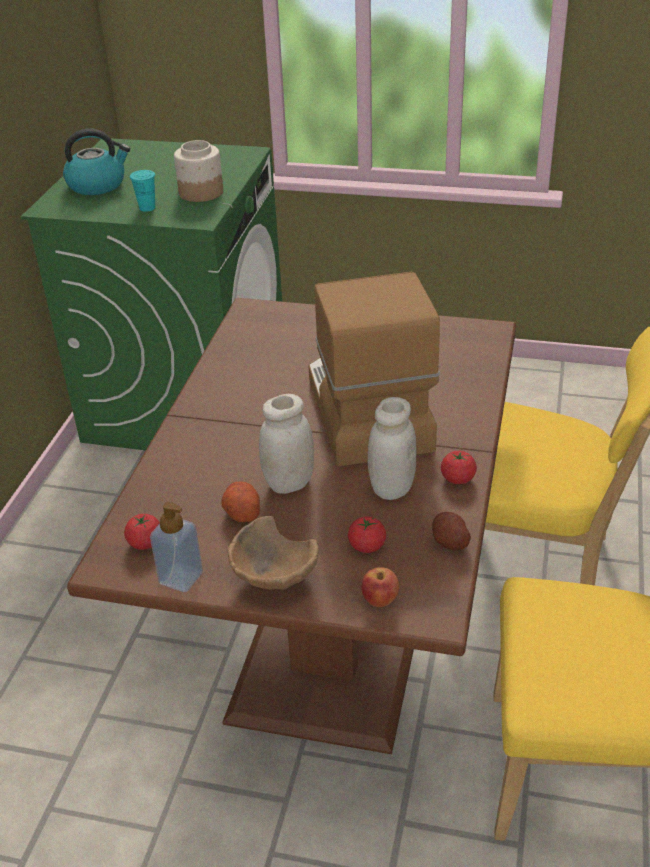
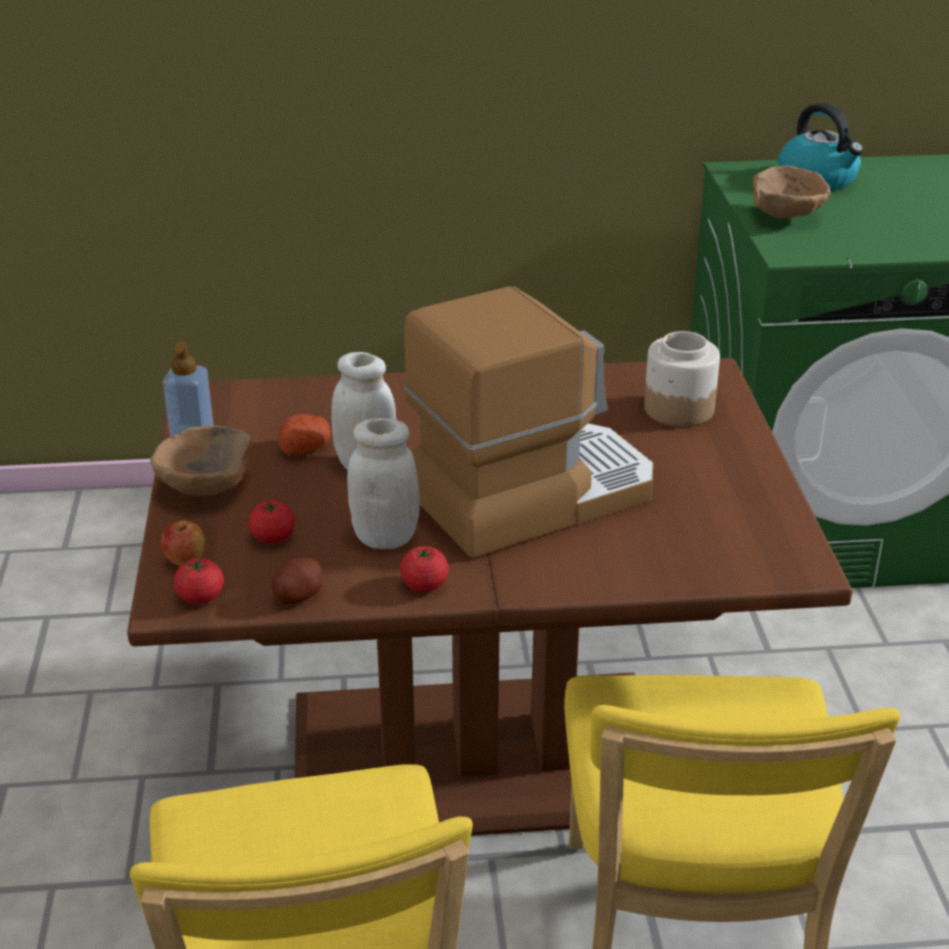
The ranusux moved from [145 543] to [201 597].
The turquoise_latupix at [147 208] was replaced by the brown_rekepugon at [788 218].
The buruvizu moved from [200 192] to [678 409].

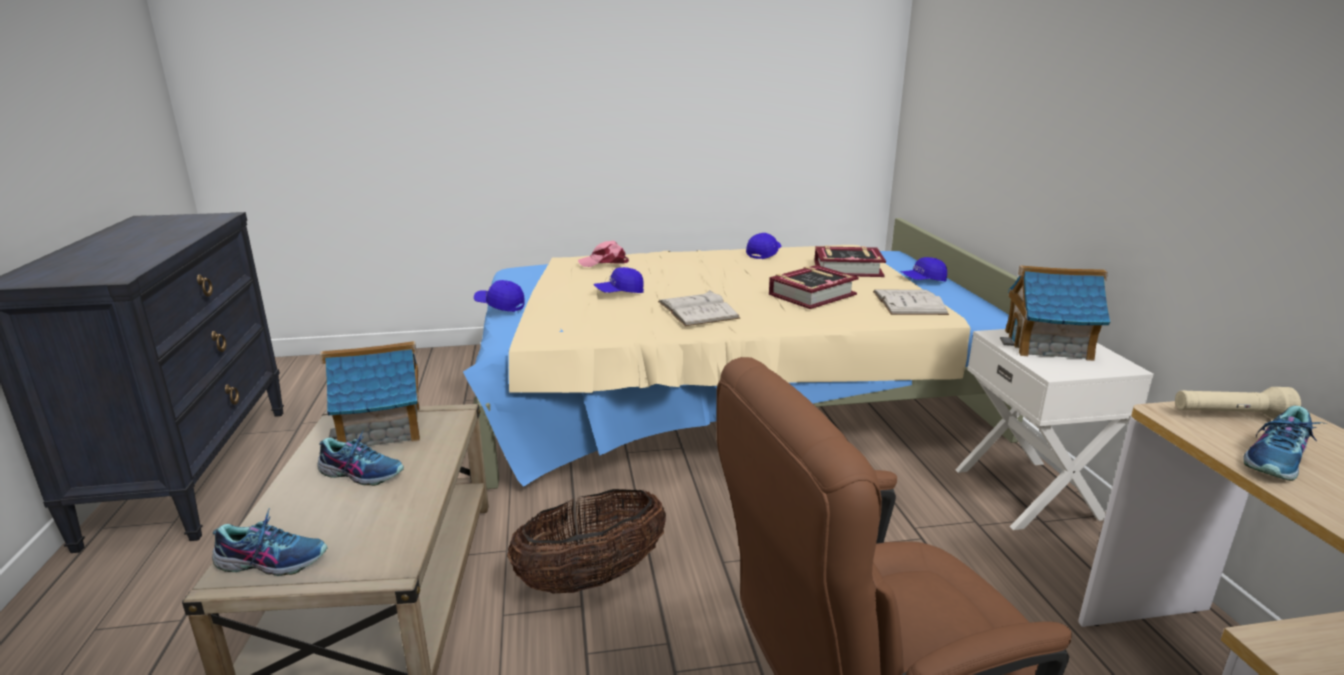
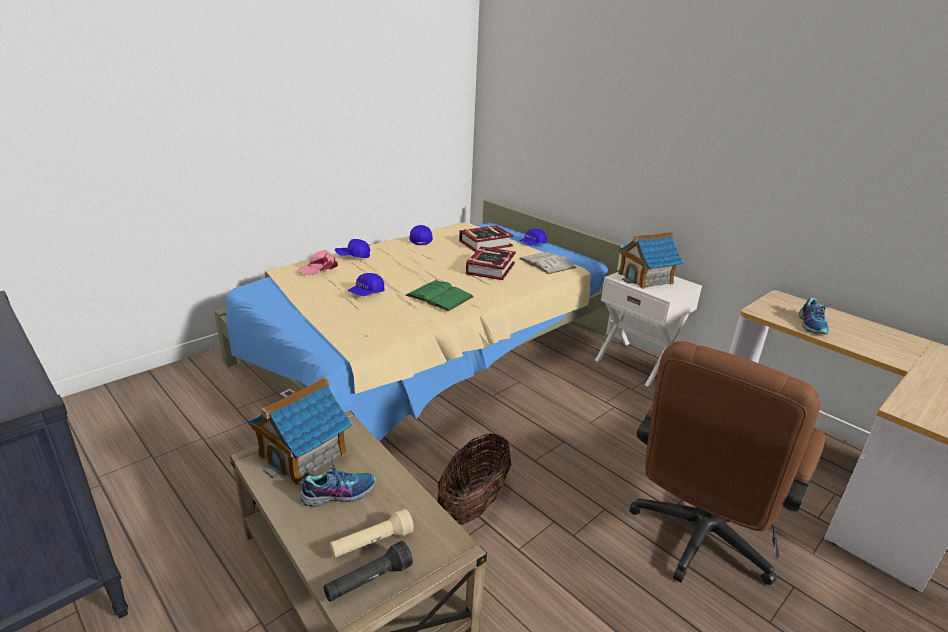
The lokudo at [272 560] was replaced by the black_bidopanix at [368 581].
The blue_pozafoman moved from [500 306] to [353 256].
The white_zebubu at [697 310] became the green_zebubu at [439 296].
The beige_bidopanix moved from [1230 415] to [372 543].

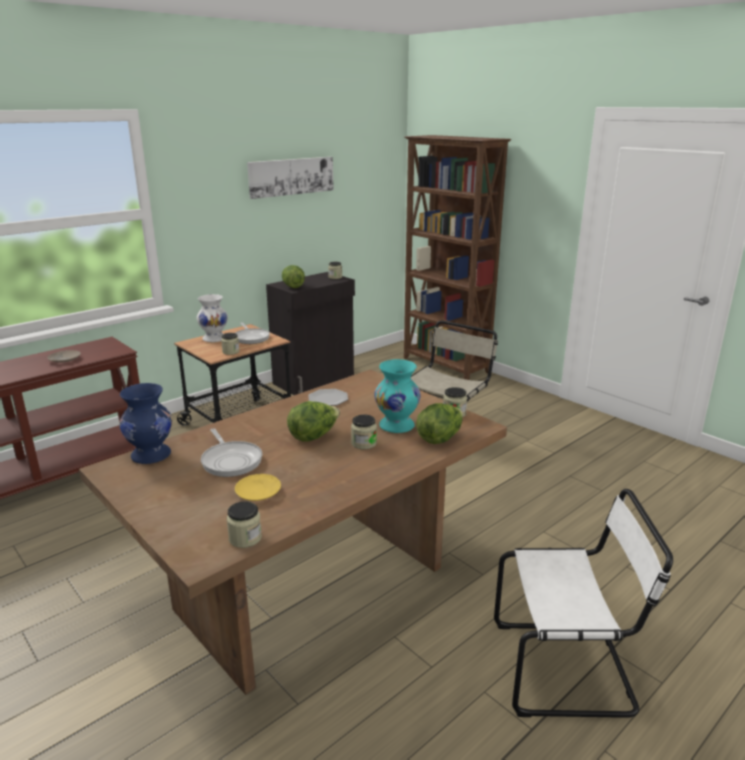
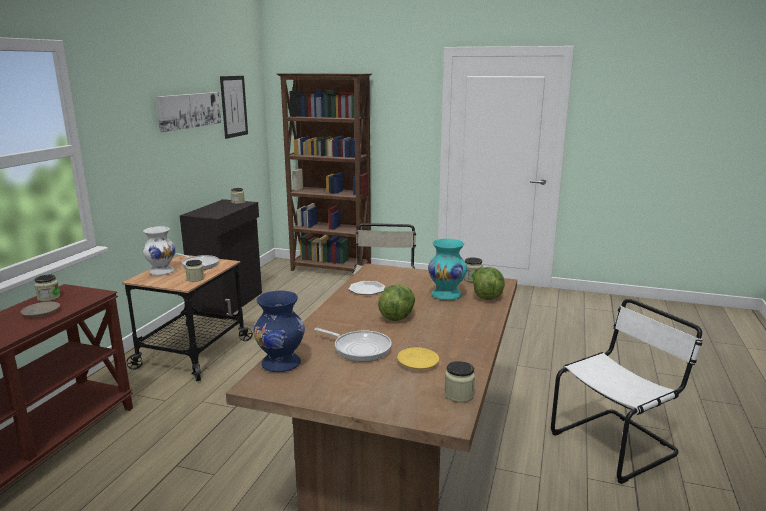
The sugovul at [292 286] disappeared.
The buruvizu moved from [364 443] to [49 298].
The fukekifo at [234 106] appeared.

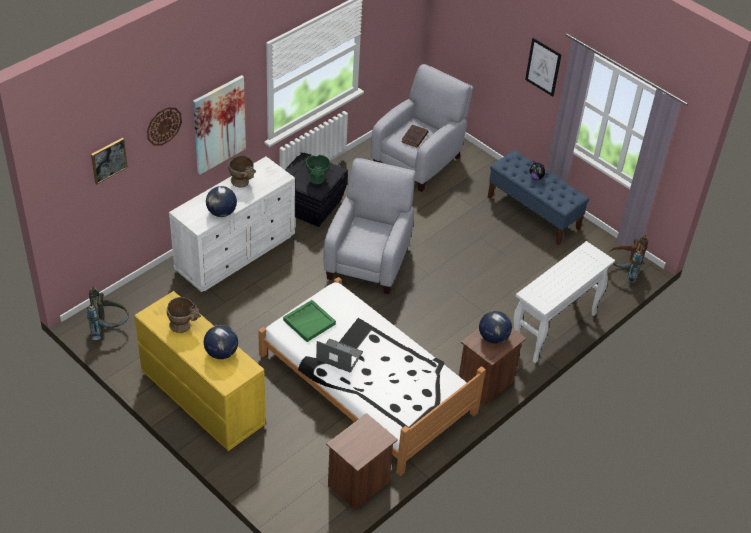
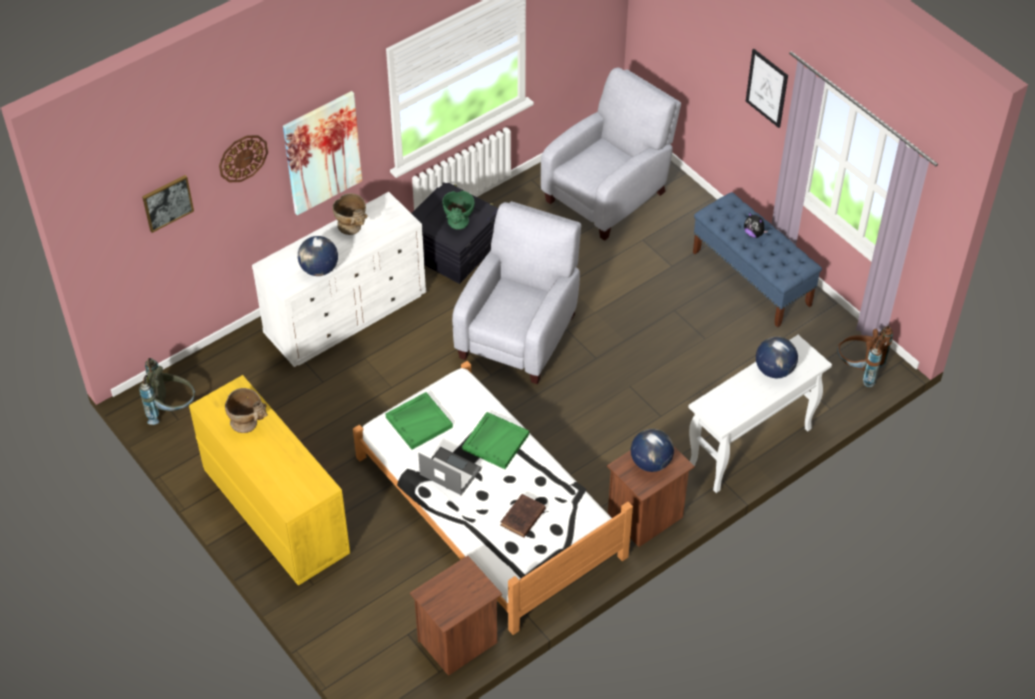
The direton moved from [221 353] to [774 370].
The brown_zebubu moved from [414 138] to [522 518].
The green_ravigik at [495 441] appeared.

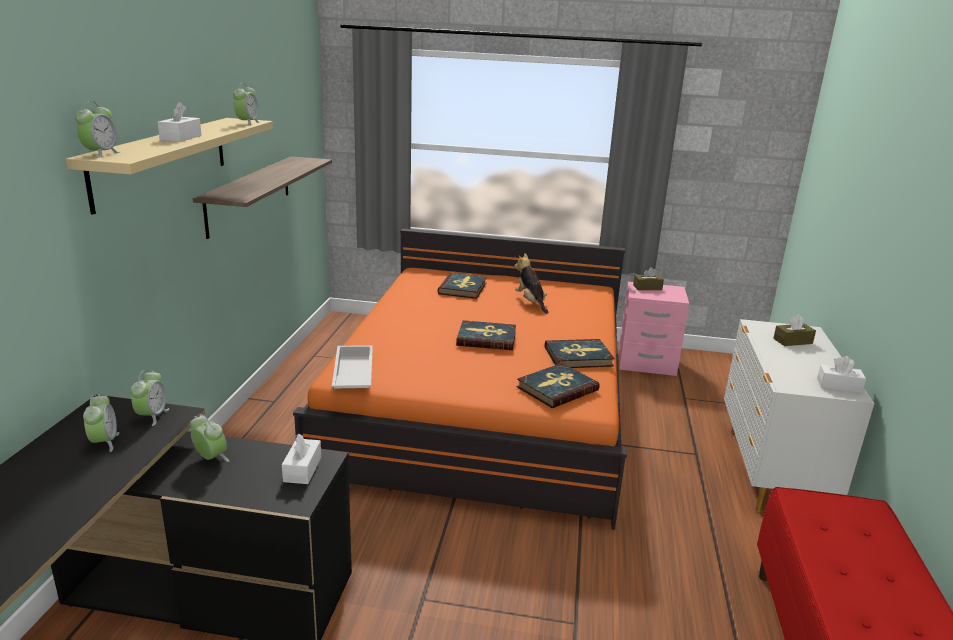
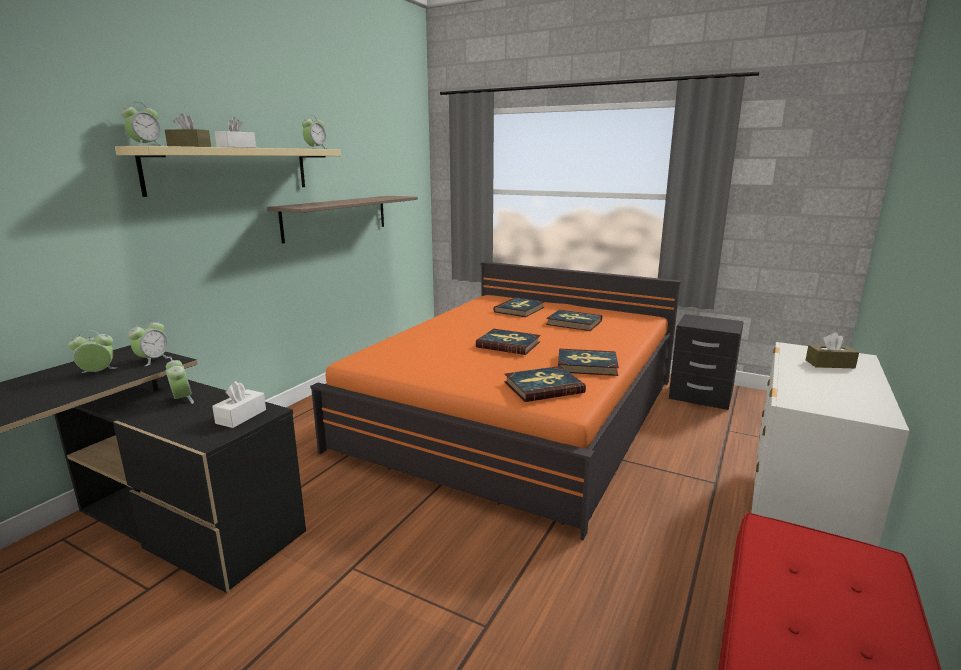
The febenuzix at [104 442] turned 120 degrees counterclockwise.
The white_ravigik at [352 374] disappeared.
The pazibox at [530 302] was replaced by the zebubu at [574 323].
The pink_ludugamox at [646 363] became the black_ludugamox at [700 396].
The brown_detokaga moved from [647 287] to [189 146].
The white_detokaga at [839 386] disappeared.

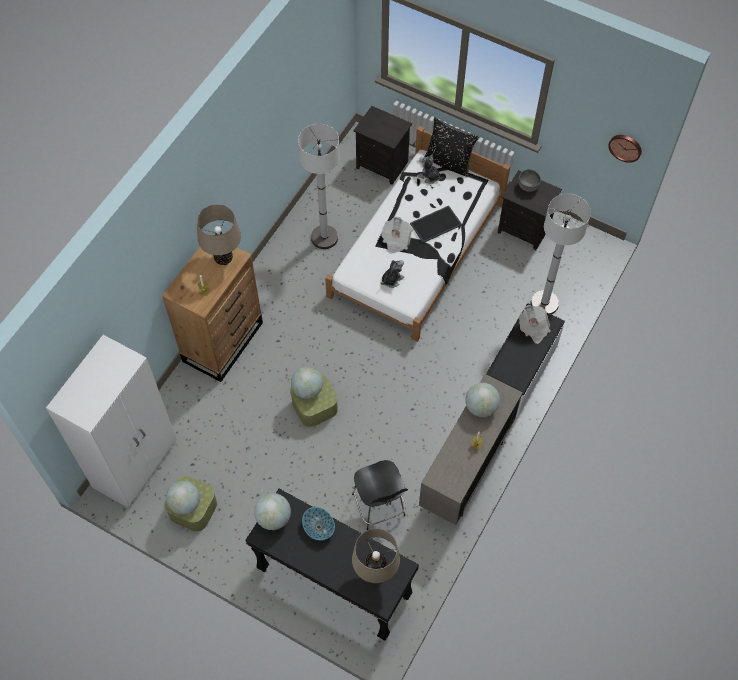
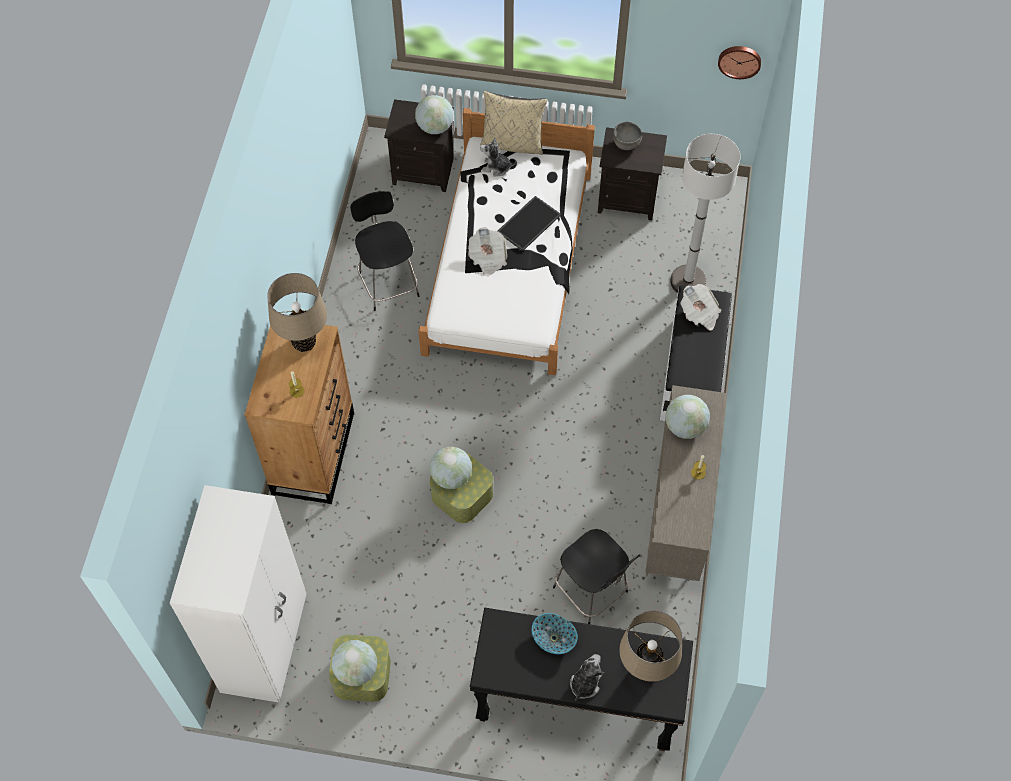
The direton moved from [273 518] to [435 127].
The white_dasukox at [324 237] was replaced by the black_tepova at [388 283].
The pazibox moved from [391 279] to [585 683].
The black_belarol at [449 162] became the beige_belarol at [513 143].

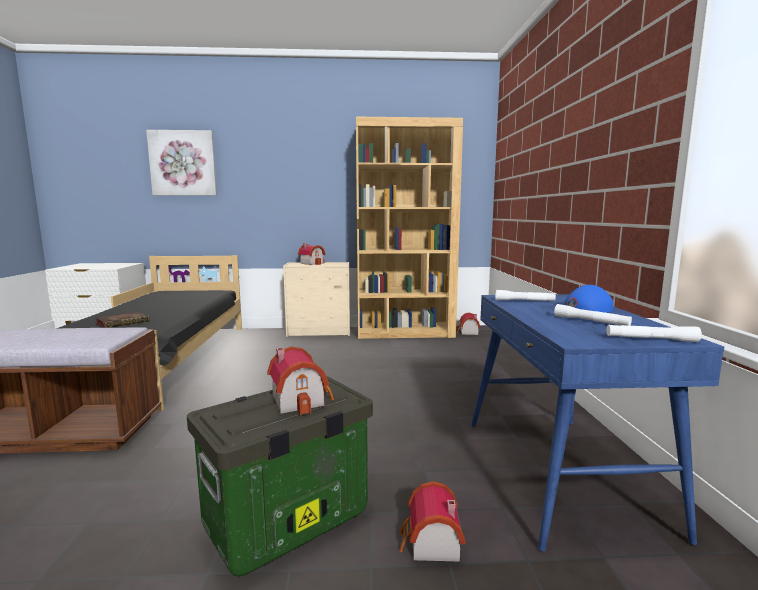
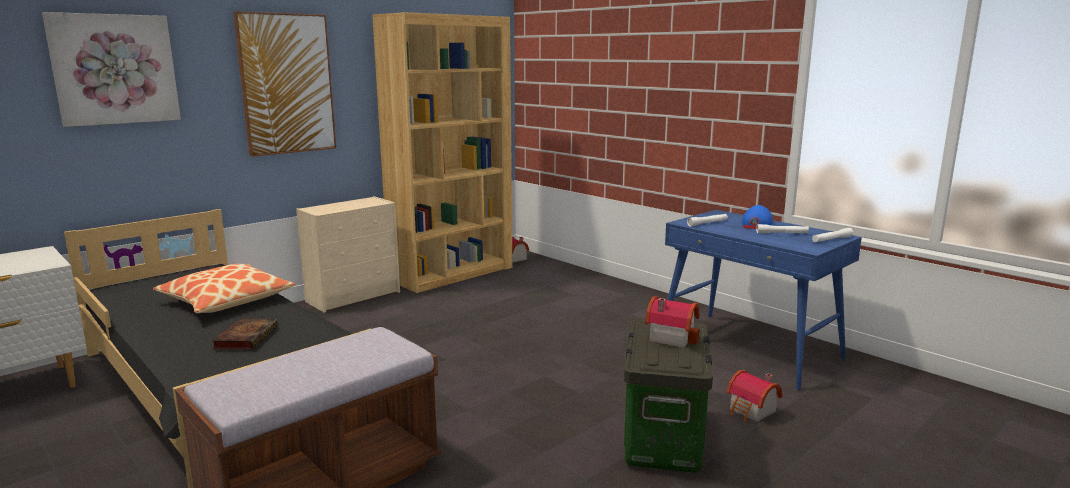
The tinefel at [312 263] disappeared.
The belarol at [227 300] appeared.
The fukekifo at [287 84] appeared.

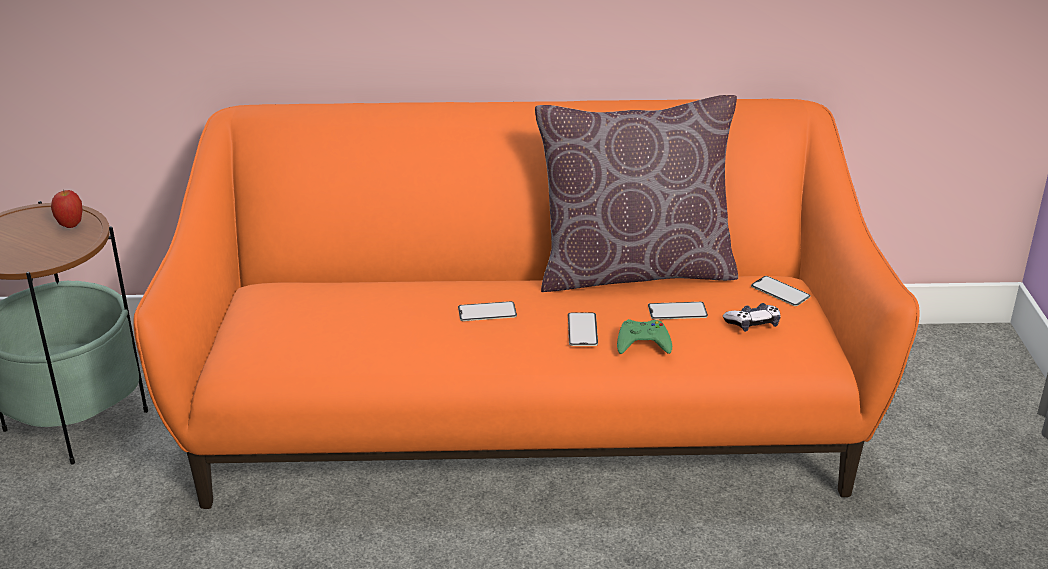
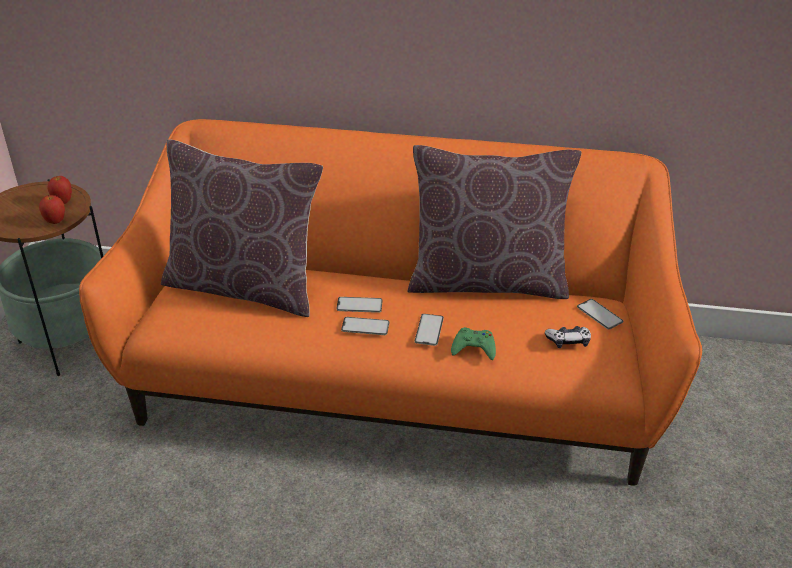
The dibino moved from [677 311] to [365 326].
The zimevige at [55 222] appeared.
The brown_belarol at [244 287] appeared.

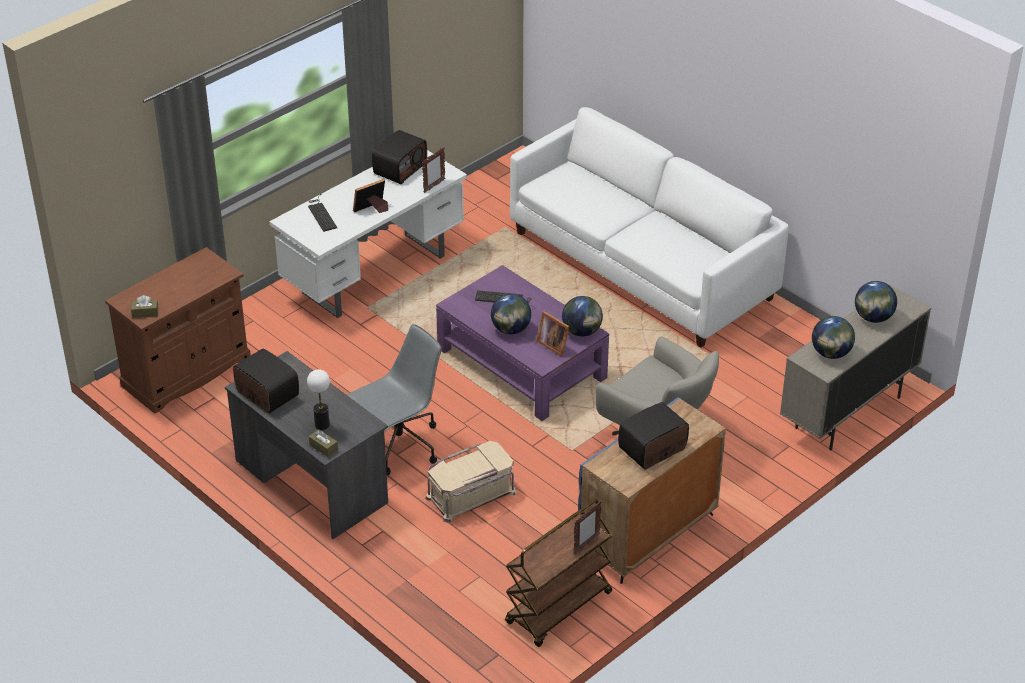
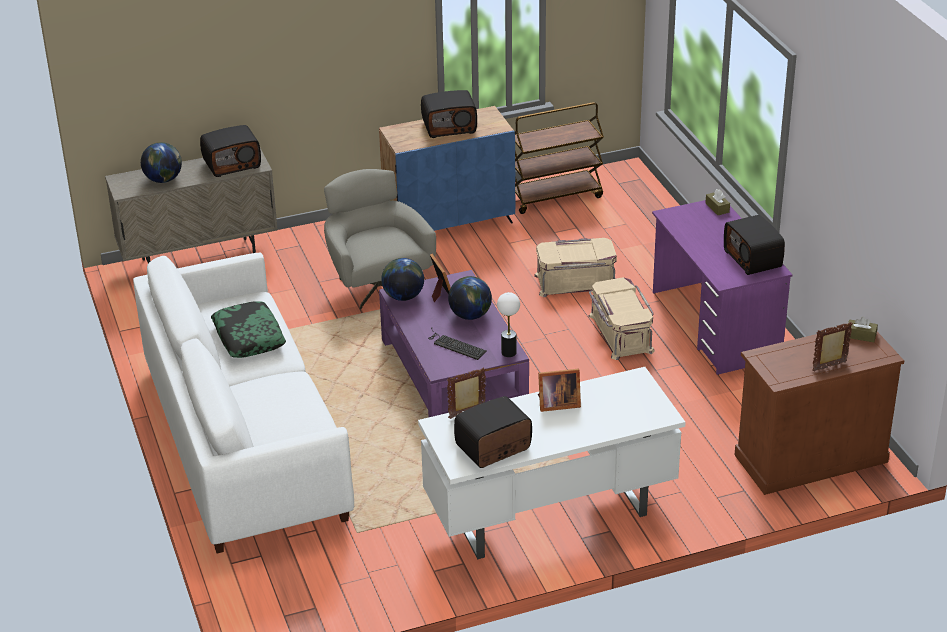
The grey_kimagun at [311 481] became the purple_kimagun at [715 325].
The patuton moved from [322 424] to [509 352].
The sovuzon at [321 214] disappeared.
The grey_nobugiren at [398 447] was replaced by the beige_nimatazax at [619 333].
The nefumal moved from [586 544] to [829 367].
The direton at [831 353] was replaced by the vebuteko at [232 164].
The belarol at [248 337] appeared.

